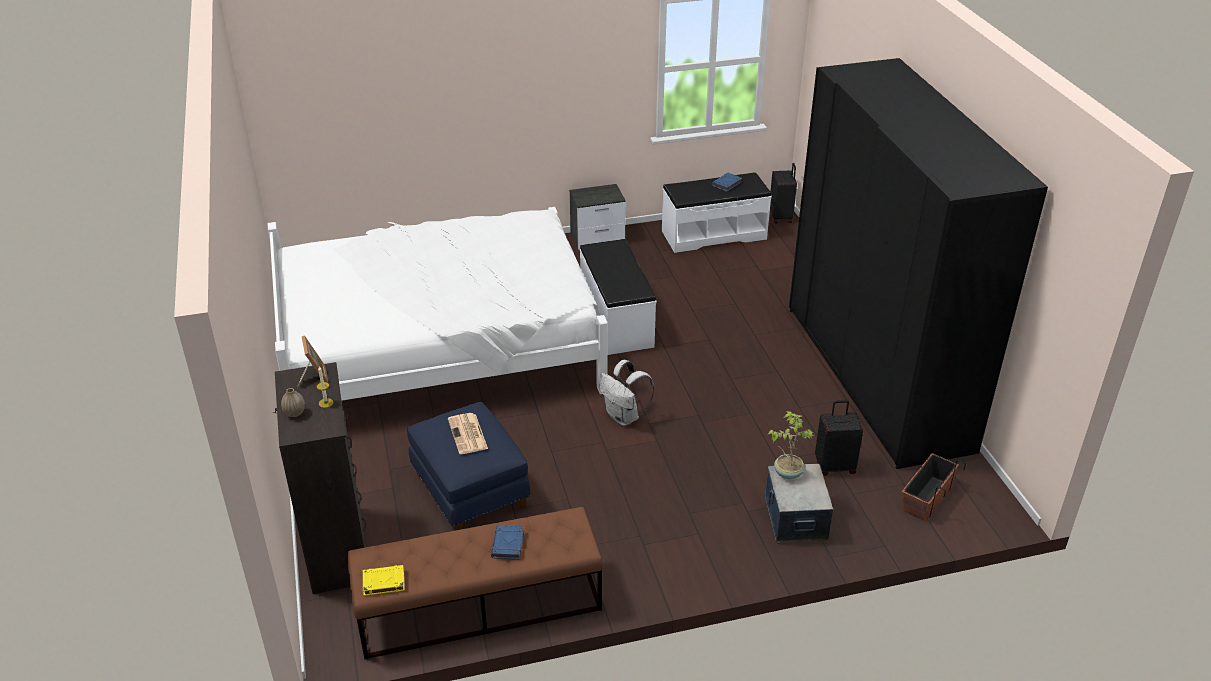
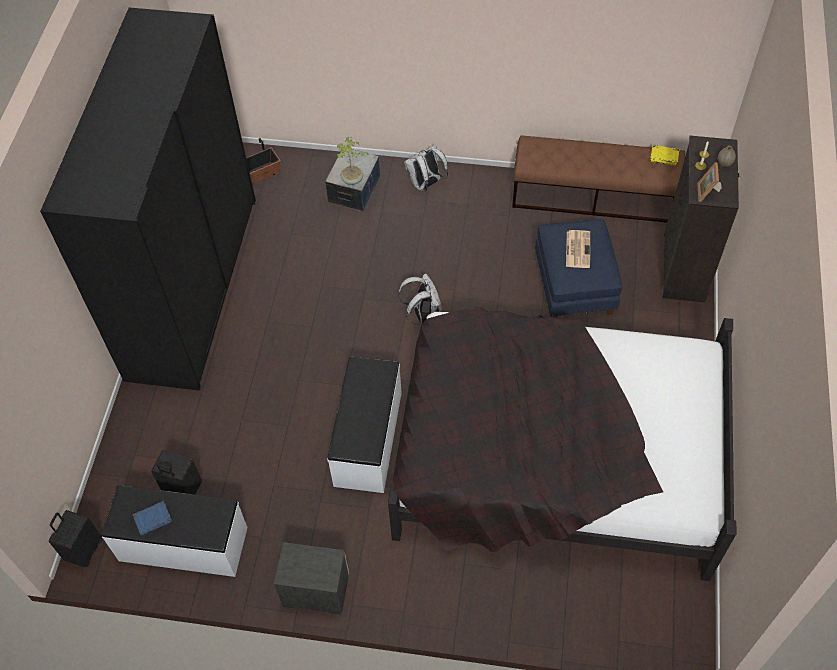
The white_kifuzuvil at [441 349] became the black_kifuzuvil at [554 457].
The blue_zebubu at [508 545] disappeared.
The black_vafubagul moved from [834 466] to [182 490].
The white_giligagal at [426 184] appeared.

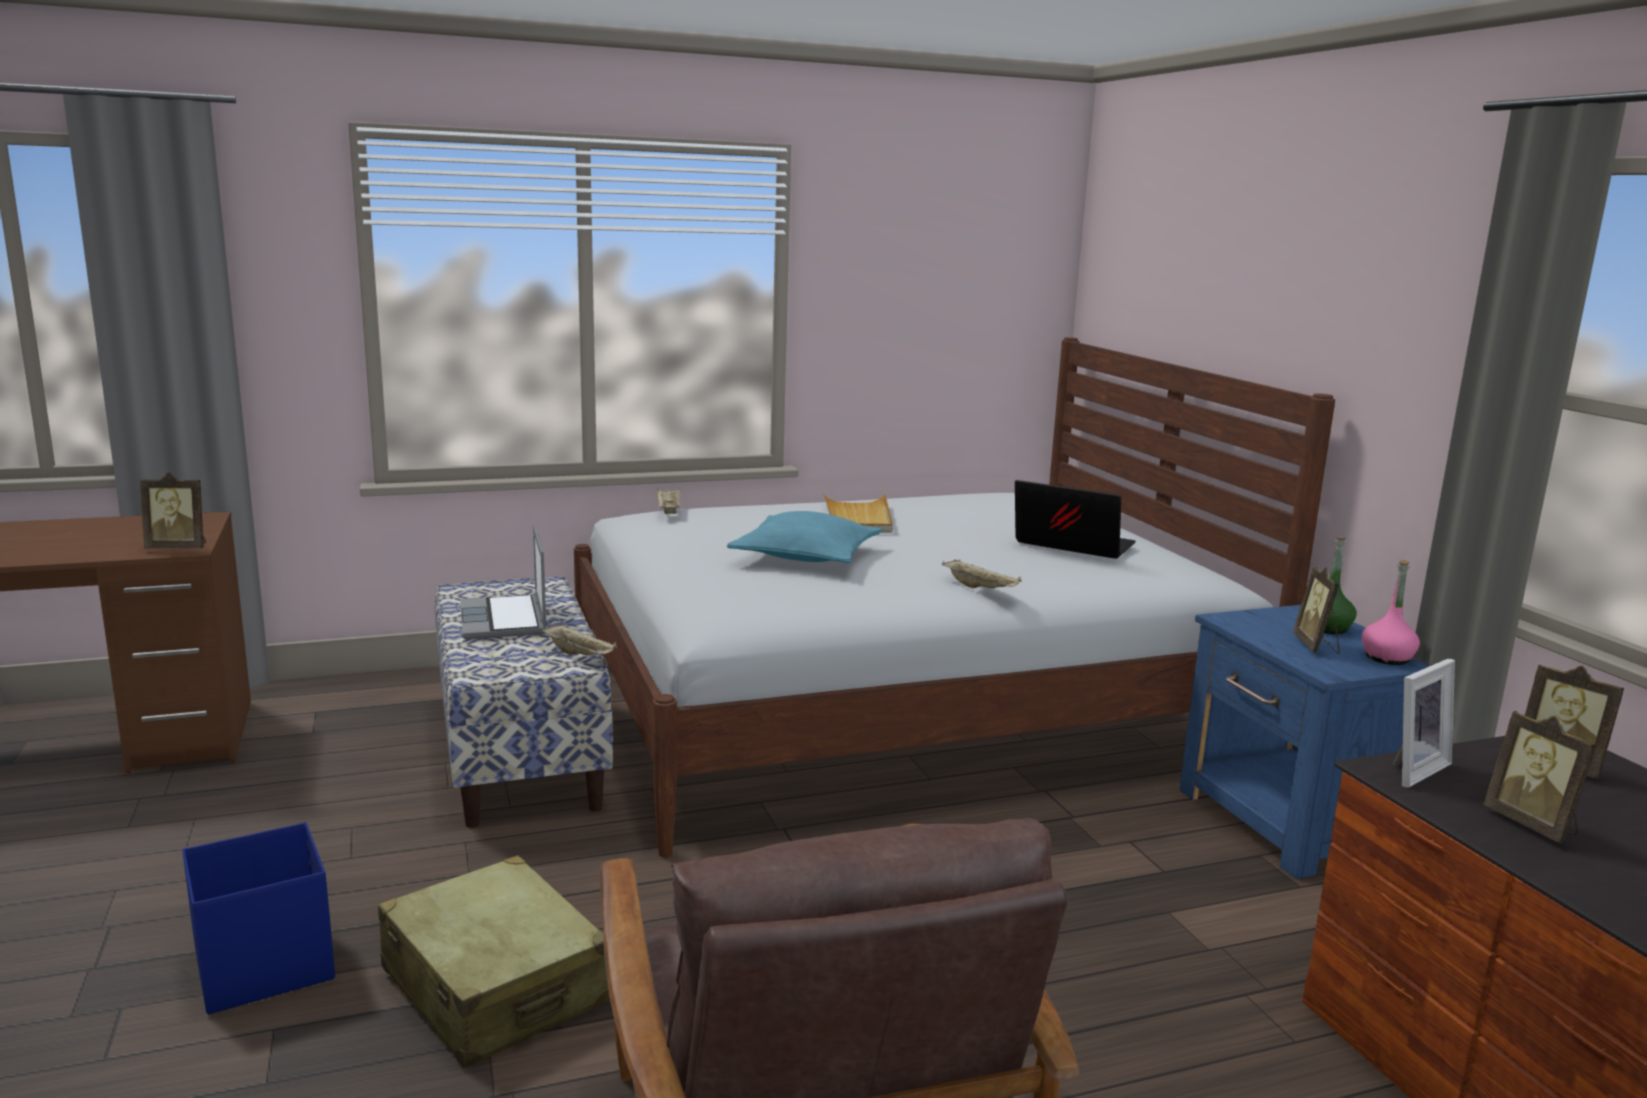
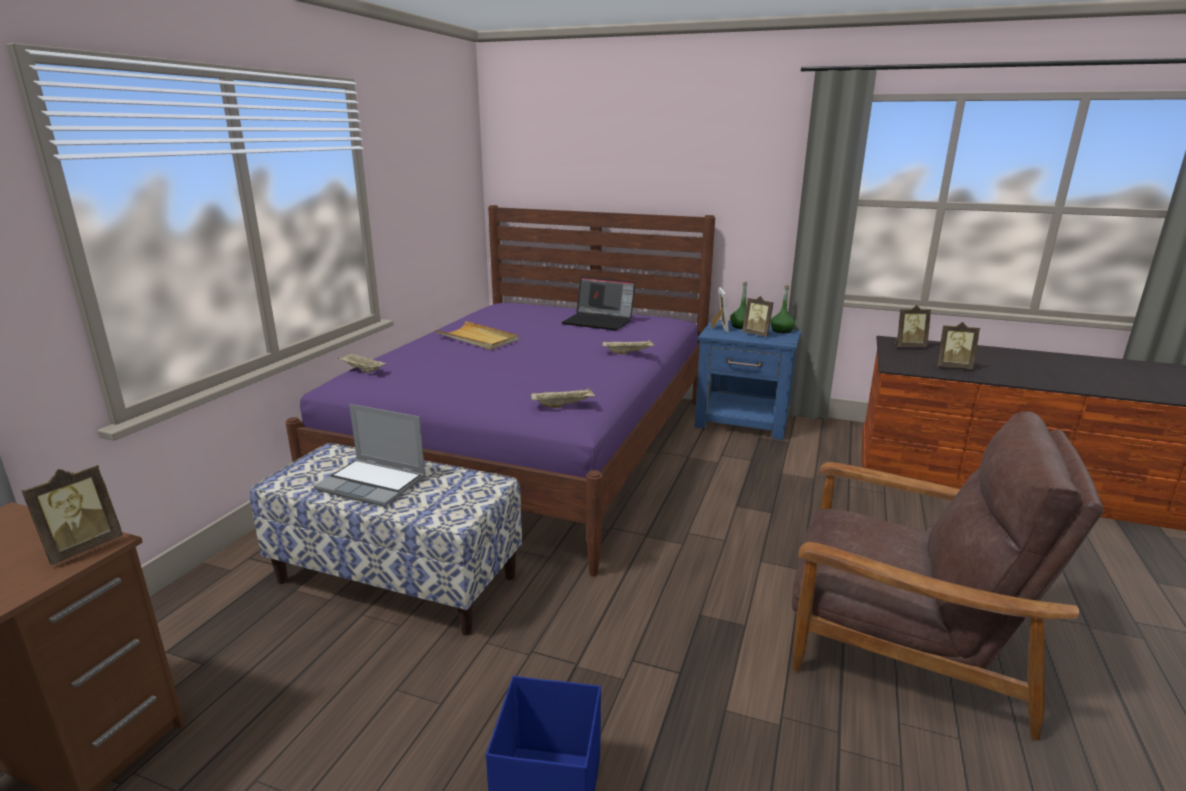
The beige_vafubagul at [495 987] disappeared.
The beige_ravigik moved from [580 655] to [563 405].
The white_kifuzuvil at [898 710] became the purple_kifuzuvil at [534 447].
The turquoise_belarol at [806 556] disappeared.
The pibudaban at [1070 546] turned 135 degrees counterclockwise.
The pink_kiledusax at [1387 658] became the green_kiledusax at [782 331].
The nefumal moved from [1410 769] to [718 328].

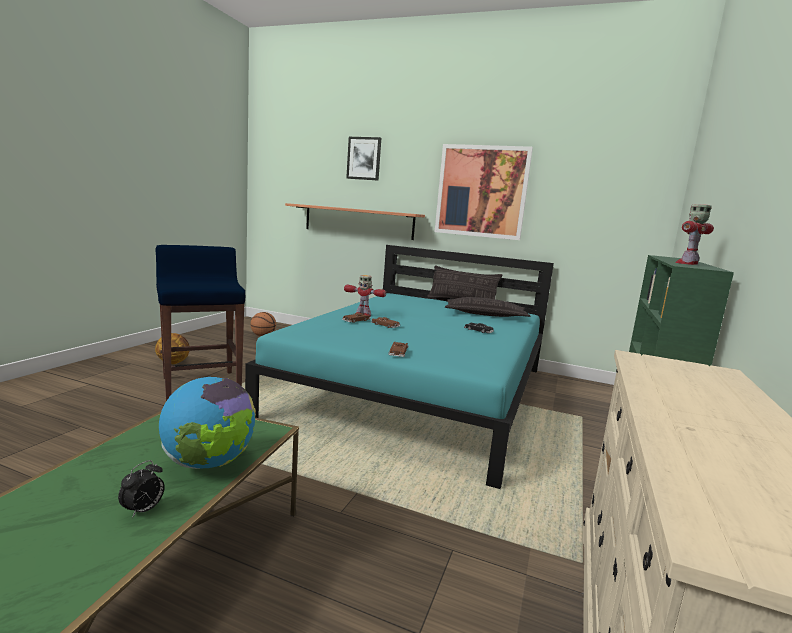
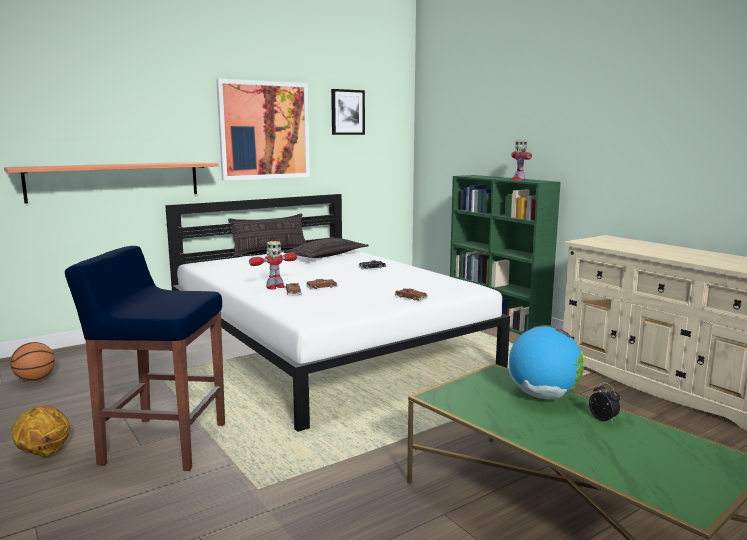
The turquoise_kifuzuvil at [420 390] became the white_kifuzuvil at [326 346].
The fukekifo moved from [364 158] to [347 112].

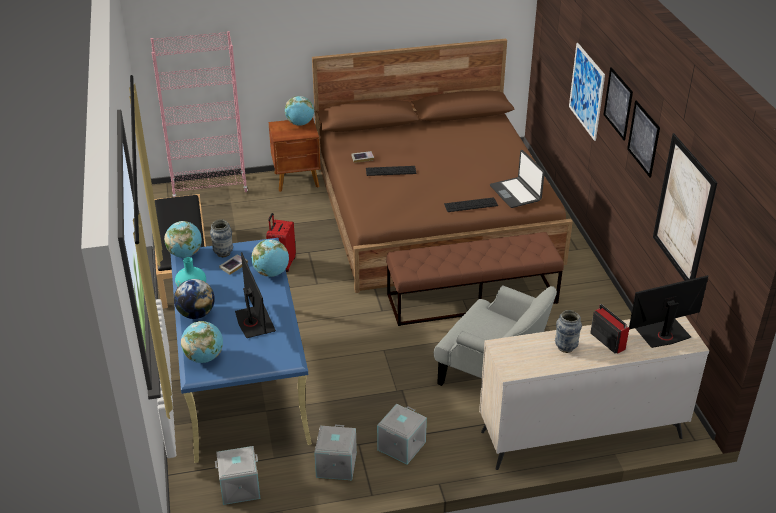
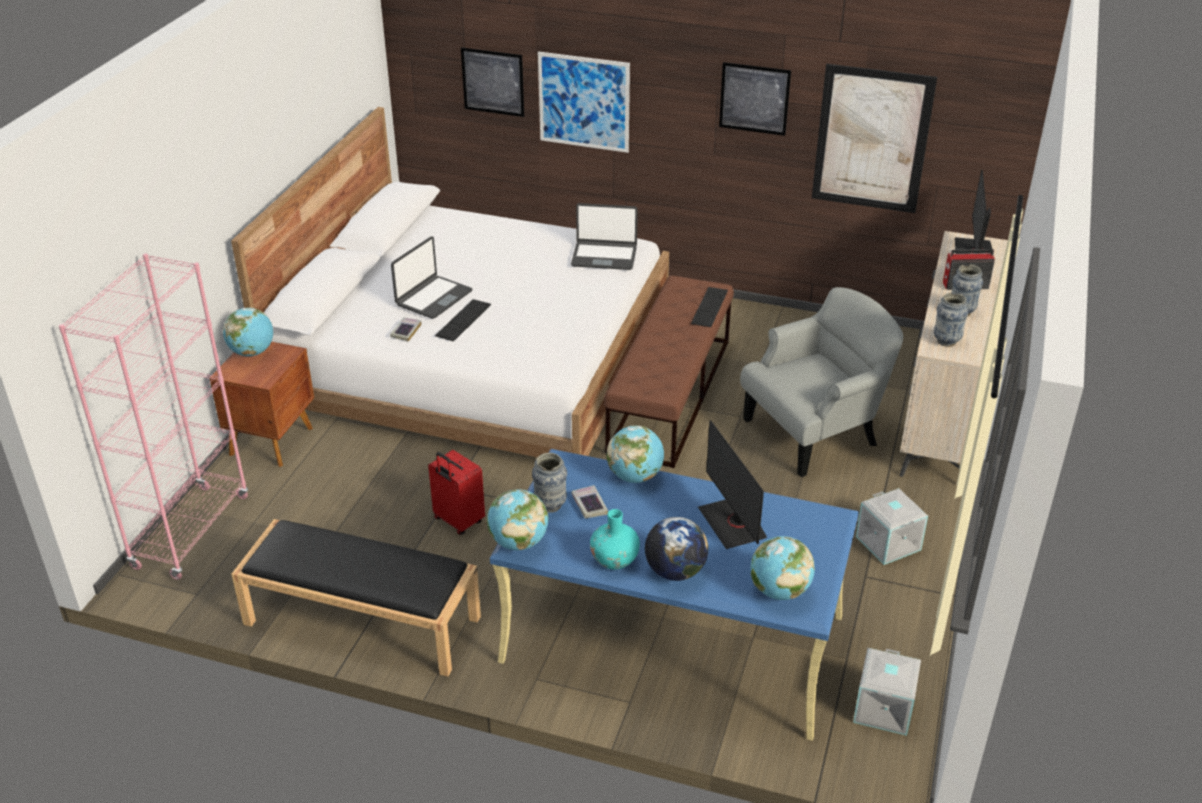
The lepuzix at [254 322] turned 120 degrees counterclockwise.
The brown_kifuzuvil at [433 212] became the white_kifuzuvil at [476 358].
The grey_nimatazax at [335 464] disappeared.
The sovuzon moved from [471 205] to [709 307].
The fukekifo moved from [618 103] to [493 82].
The pibudaban at [433 298] appeared.
The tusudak at [946 341] appeared.

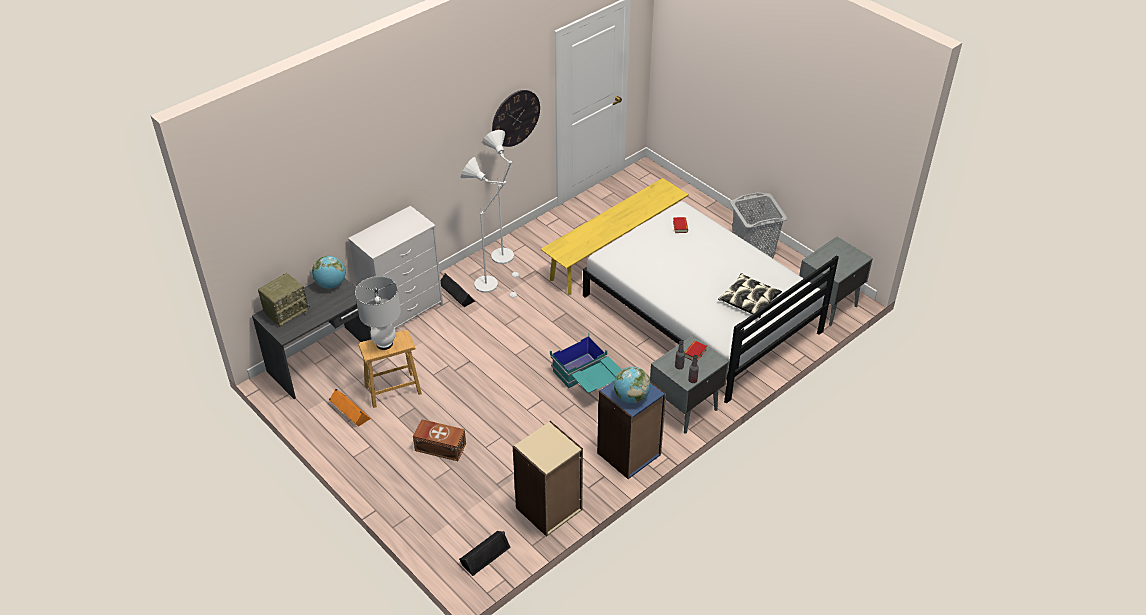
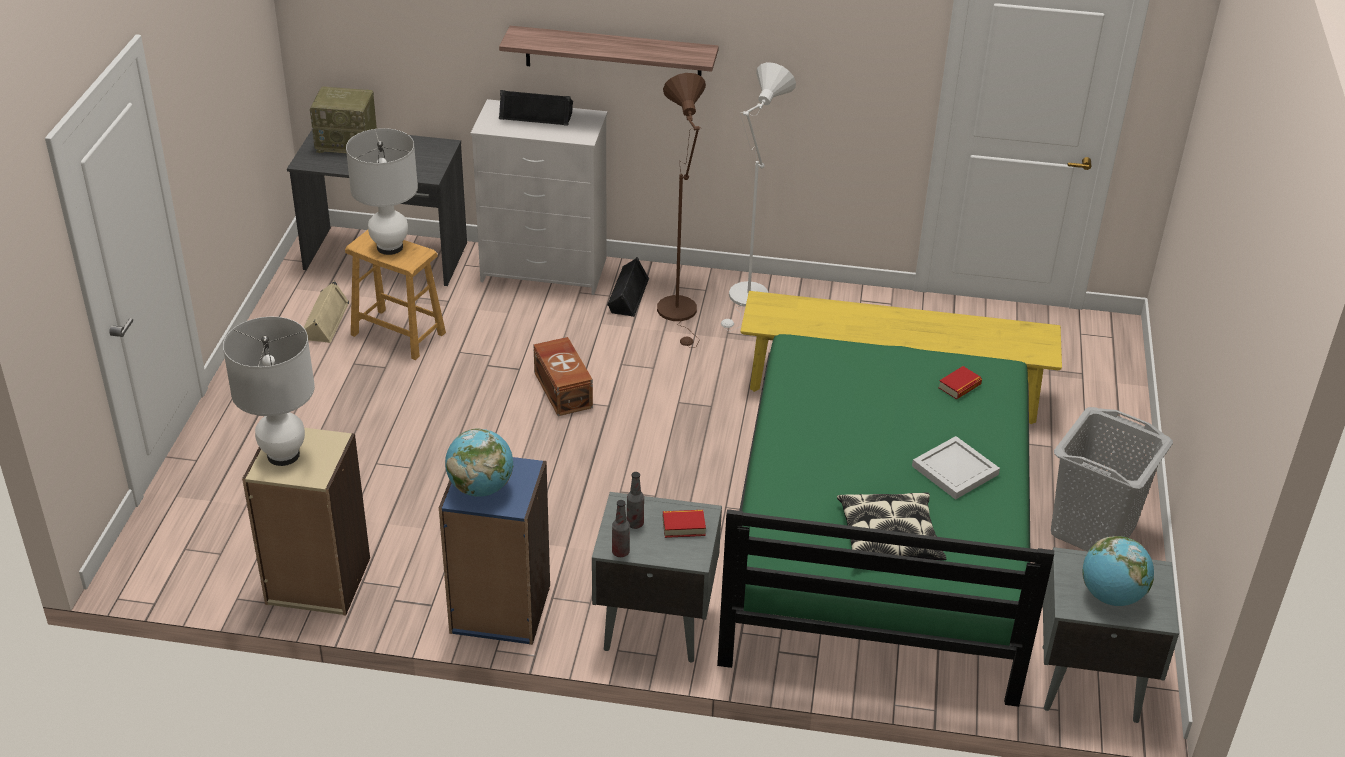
The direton moved from [331 284] to [1111 596].
The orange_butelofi at [349 411] became the beige_butelofi at [325 320].
The brown_nimatazax moved from [440 446] to [563 389].
The black_butelofi moved from [484 554] to [536 114].
The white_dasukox at [490 285] became the brown_dasukox at [680 314].
The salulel at [515 118] disappeared.
The turquoise_nimatazax at [587 381] disappeared.
The white_kifuzuvil at [700 313] became the green_kifuzuvil at [878 540].
The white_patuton at [283 455] appeared.
The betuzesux at [613 54] appeared.
The white_ravigik at [955 469] appeared.

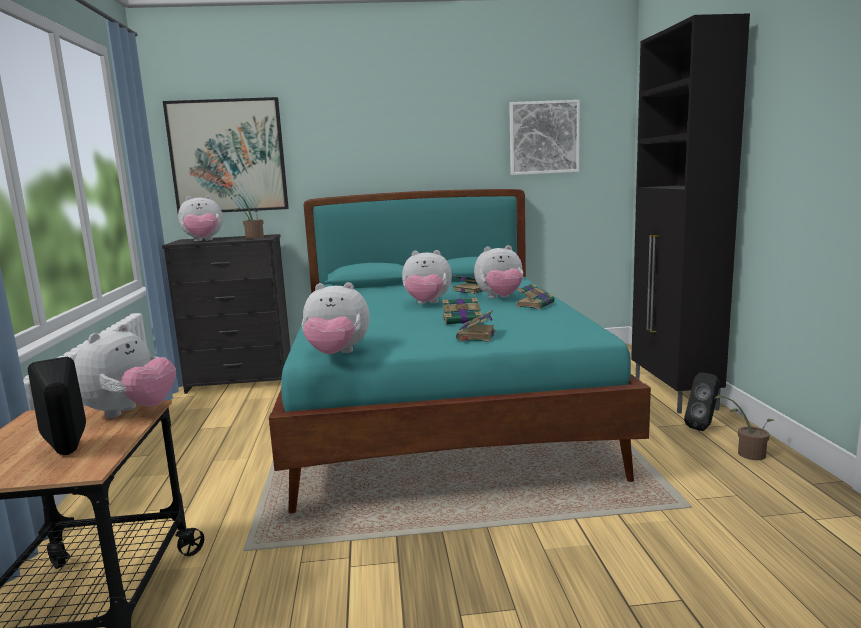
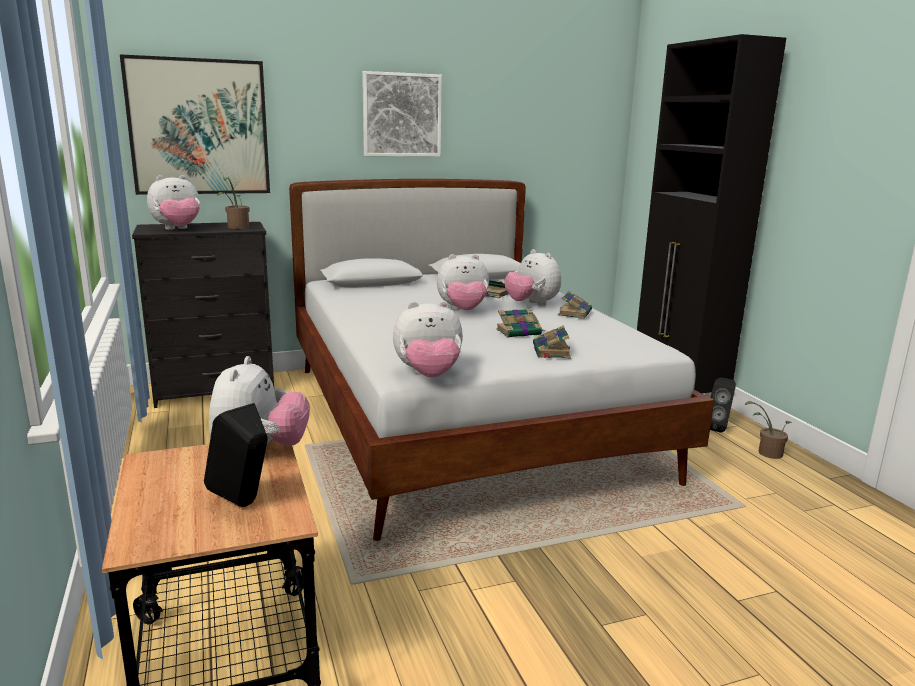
The turquoise_kifuzuvil at [440 411] became the white_kifuzuvil at [464 420].
The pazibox at [500 298] turned 75 degrees clockwise.
The fukekifo moved from [544 137] to [401 115].

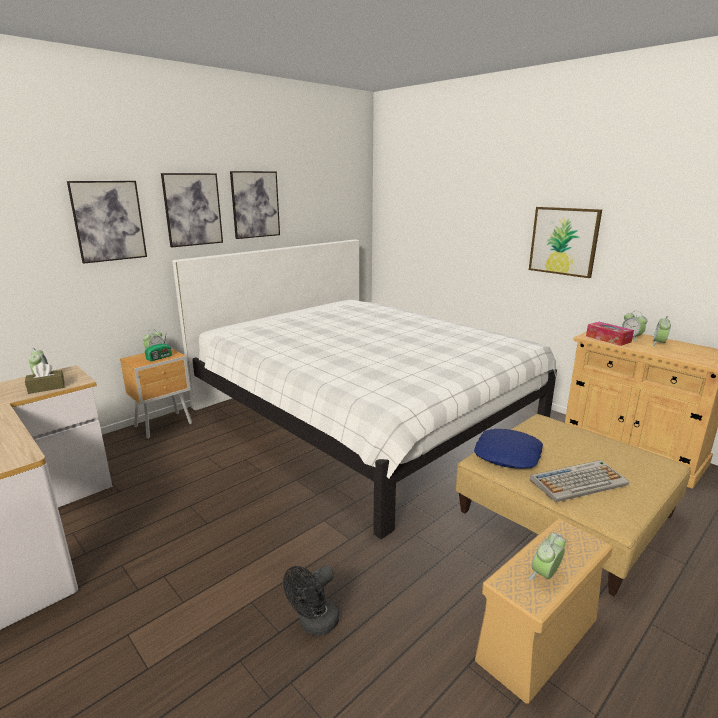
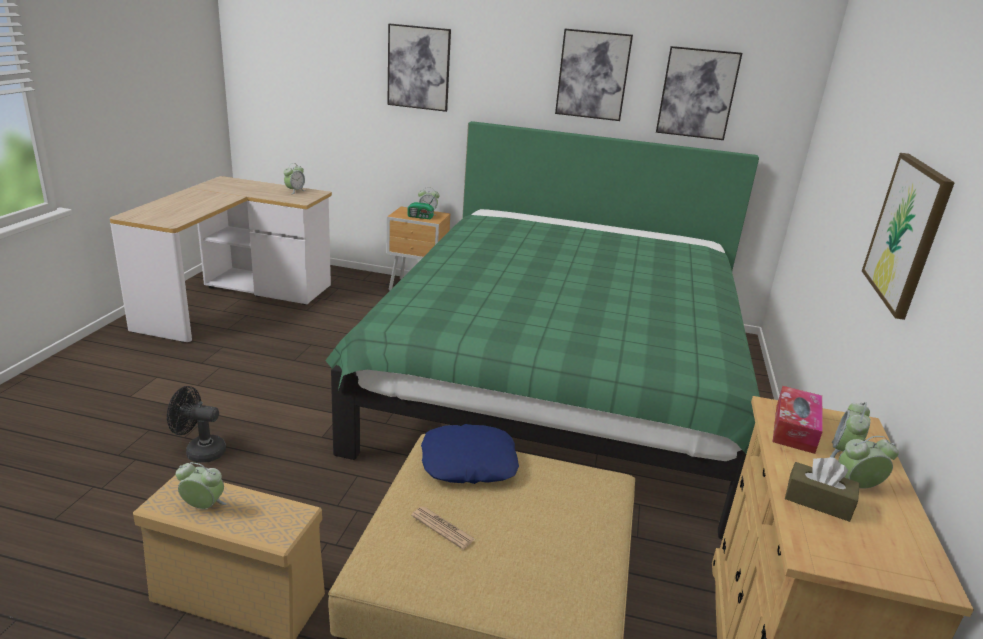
The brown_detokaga moved from [46 388] to [818 501].
The fukekifo moved from [192 209] to [697 93].
The white_kifuzuvil at [364 417] became the green_kifuzuvil at [560 381].
The sovuzon at [578 481] was replaced by the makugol at [442 528].

